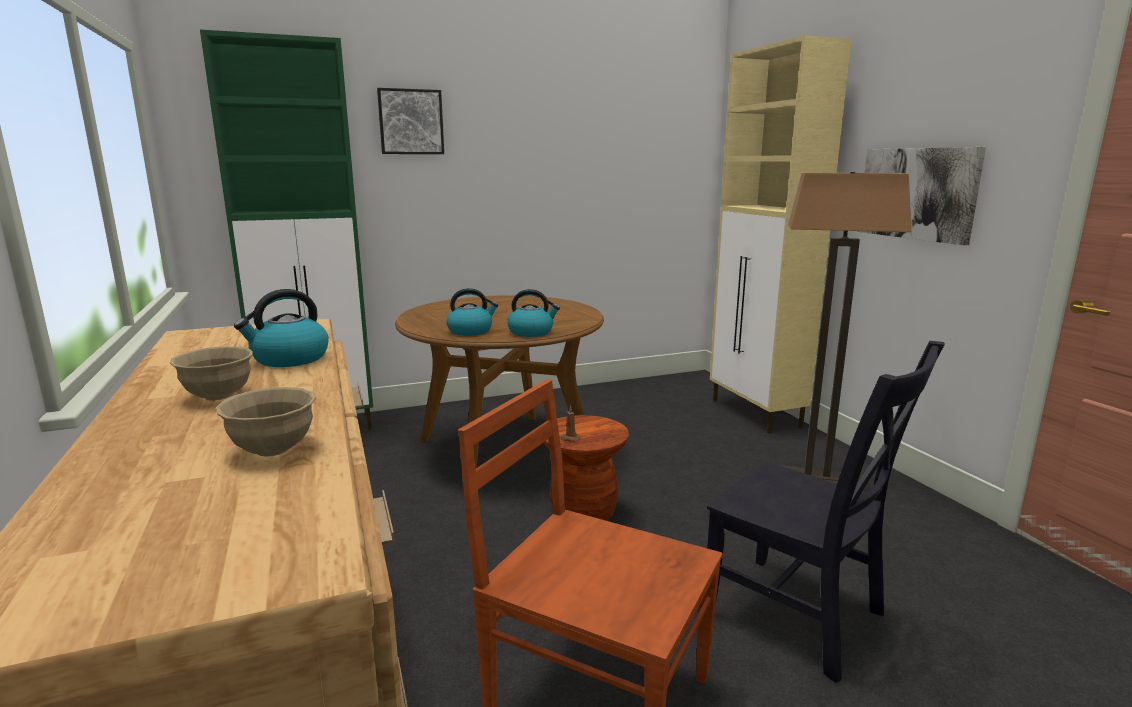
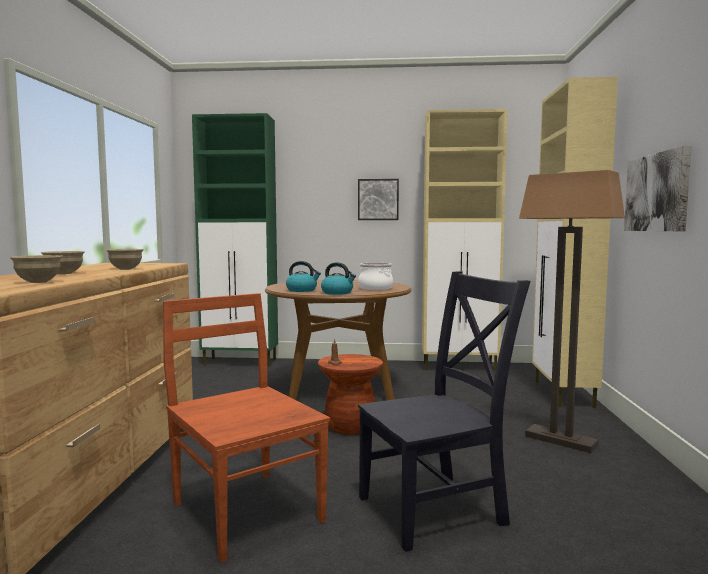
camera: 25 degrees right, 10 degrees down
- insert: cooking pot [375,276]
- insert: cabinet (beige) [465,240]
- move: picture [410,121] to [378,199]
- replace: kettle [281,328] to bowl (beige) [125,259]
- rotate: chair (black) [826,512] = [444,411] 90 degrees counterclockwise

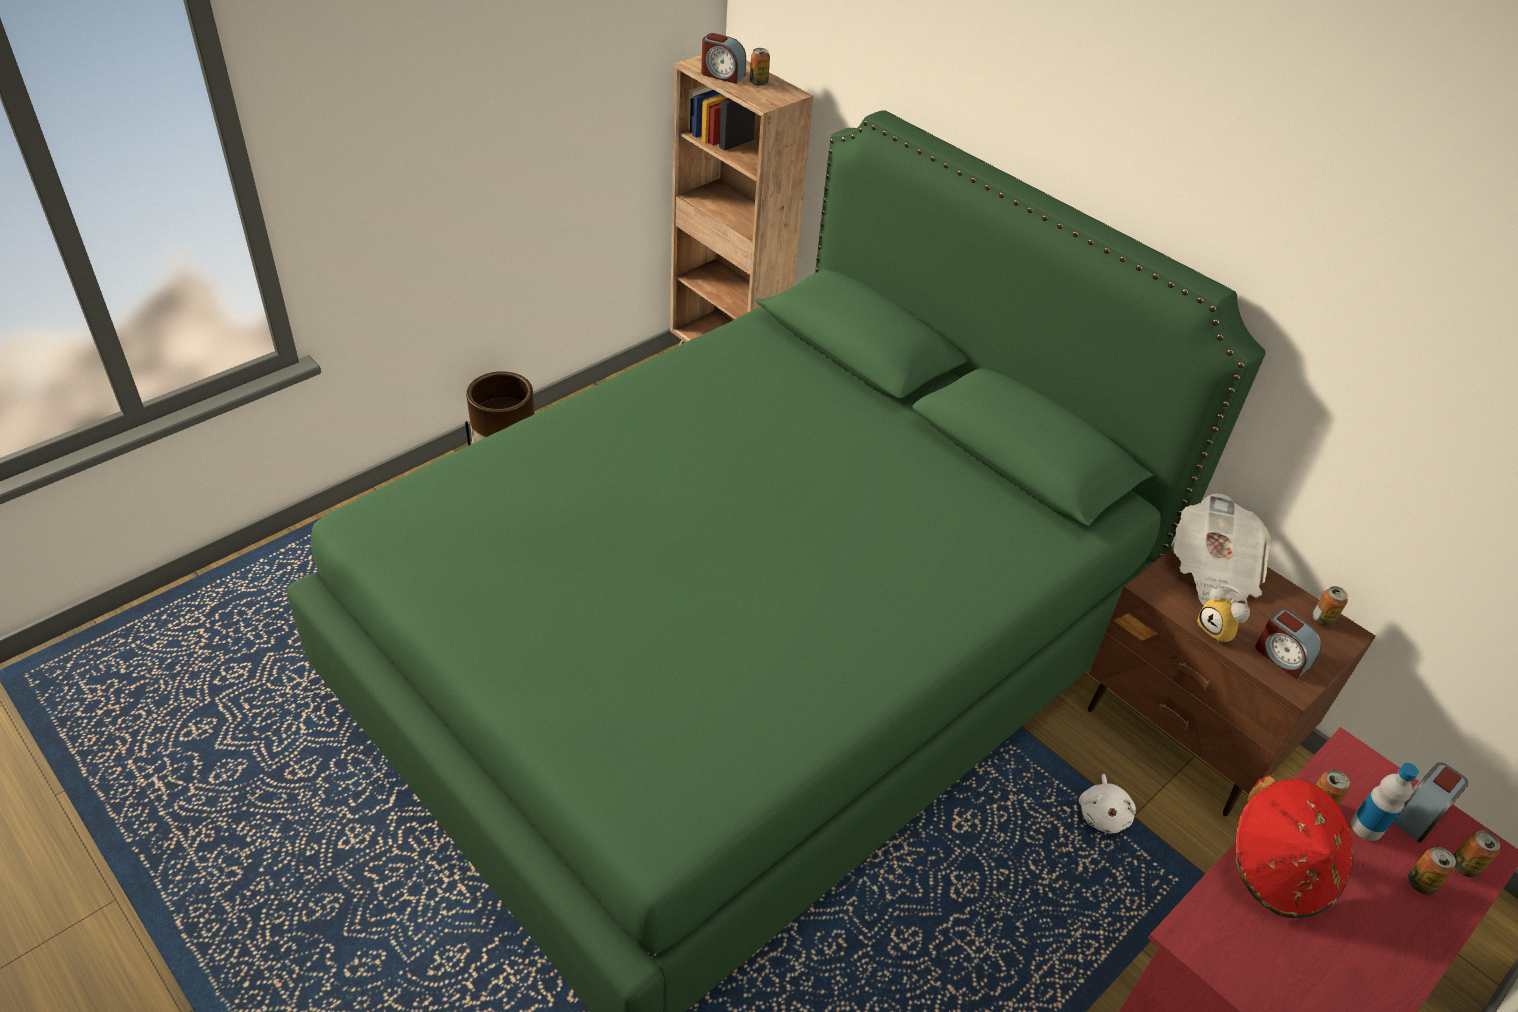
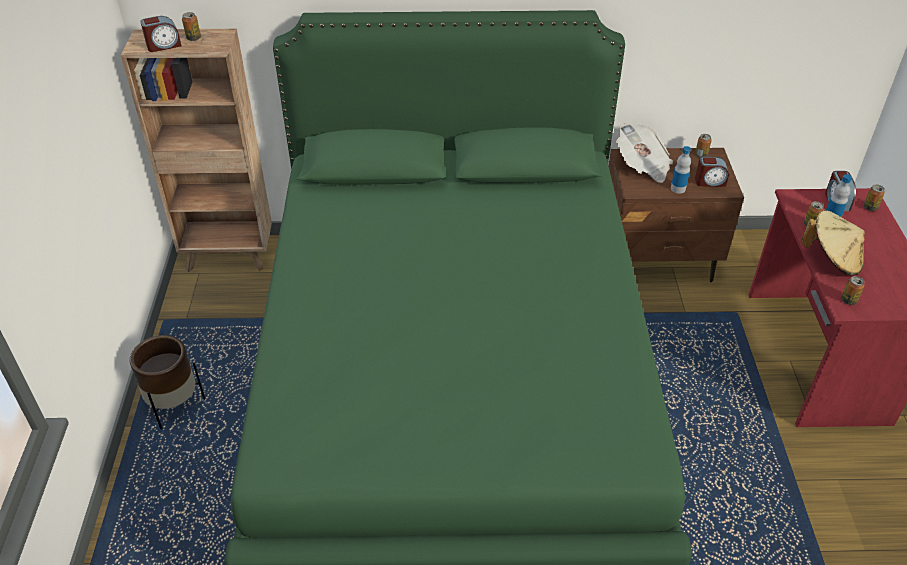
camera: 45 degrees left, 0 degrees up
- delete: plush toy (white) [1107,803]
- move: can [1432,871] to [853,290]
- replace: alarm clock [1223,614] to bottle [681,170]
- recolor: hat (red) [1294,846] to hat (beige) [833,242]

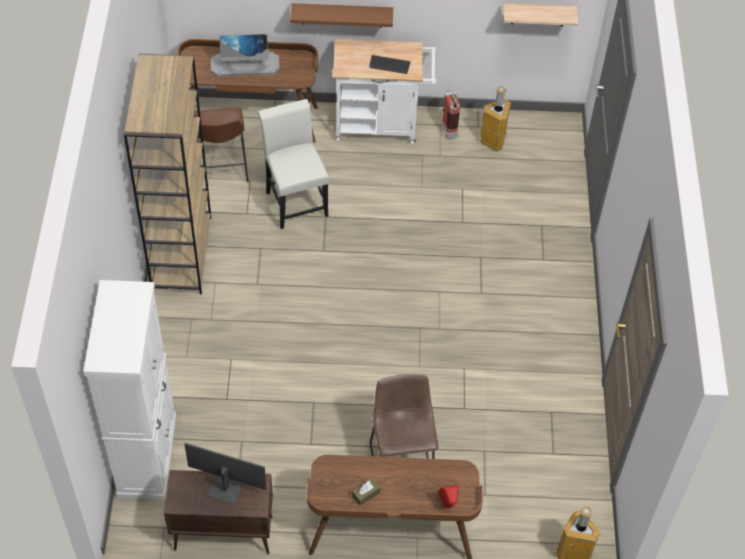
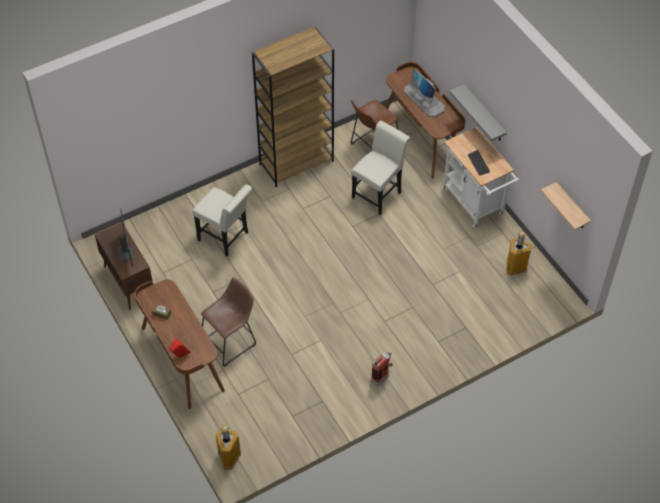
camera: 60 degrees right, 0 degrees up
- delete: cabinet (white) [129,390]
- insert: chair (white) [222,220]
- move: fire extinguisher [450,114] to [382,369]
- recolor: shelf (brown) [341,15] to shelf (grey) [478,112]

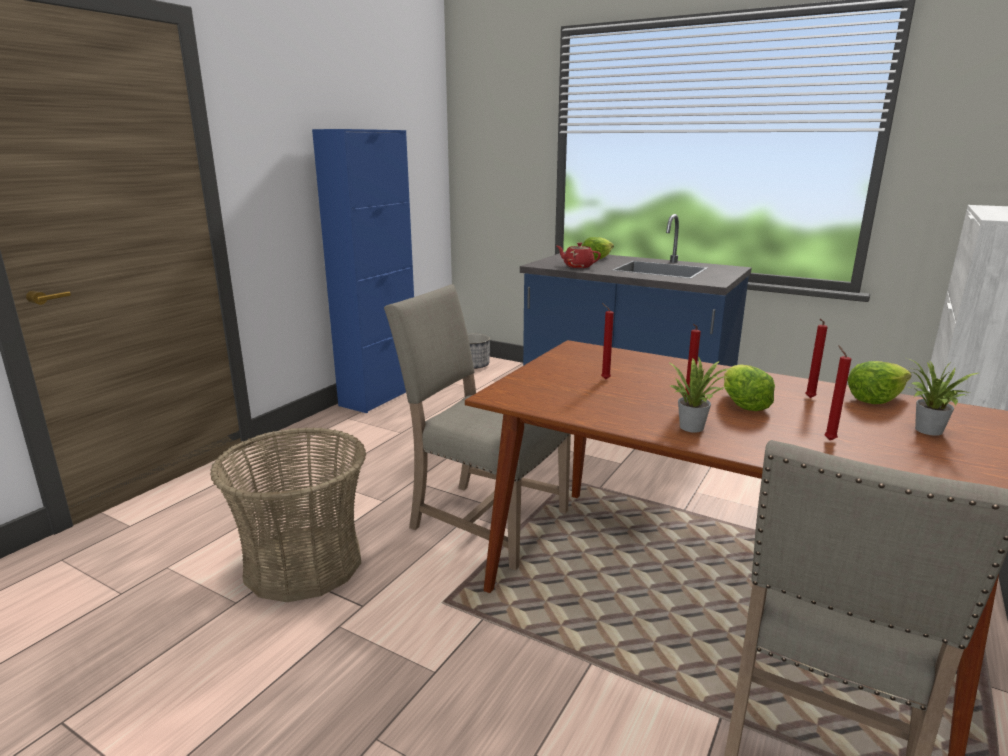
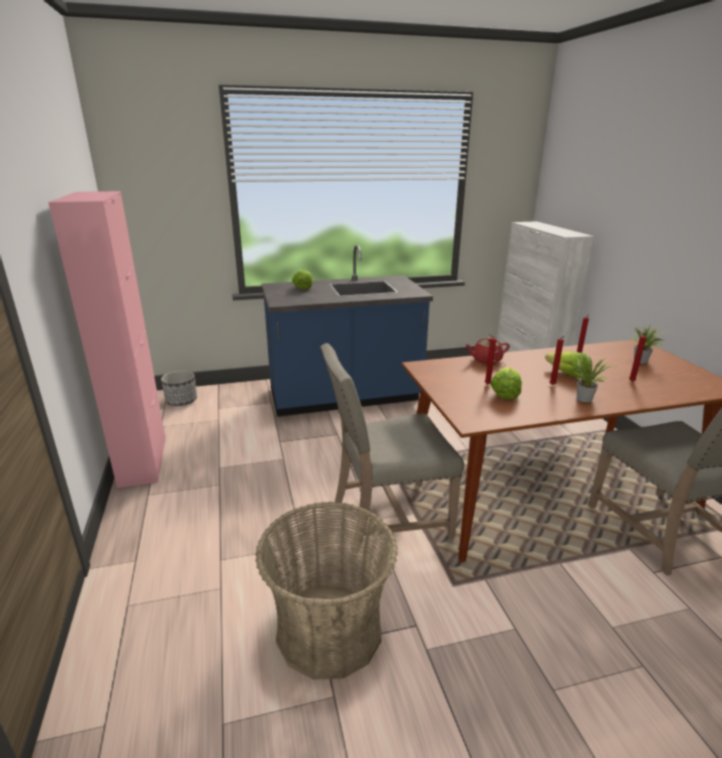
camera: 45 degrees left, 5 degrees up
- move: teapot (red) [579,255] to [487,350]
- move: lettuce [879,382] to [506,383]
- recolor: cabinet (blue) [363,271] to cabinet (pink) [107,339]

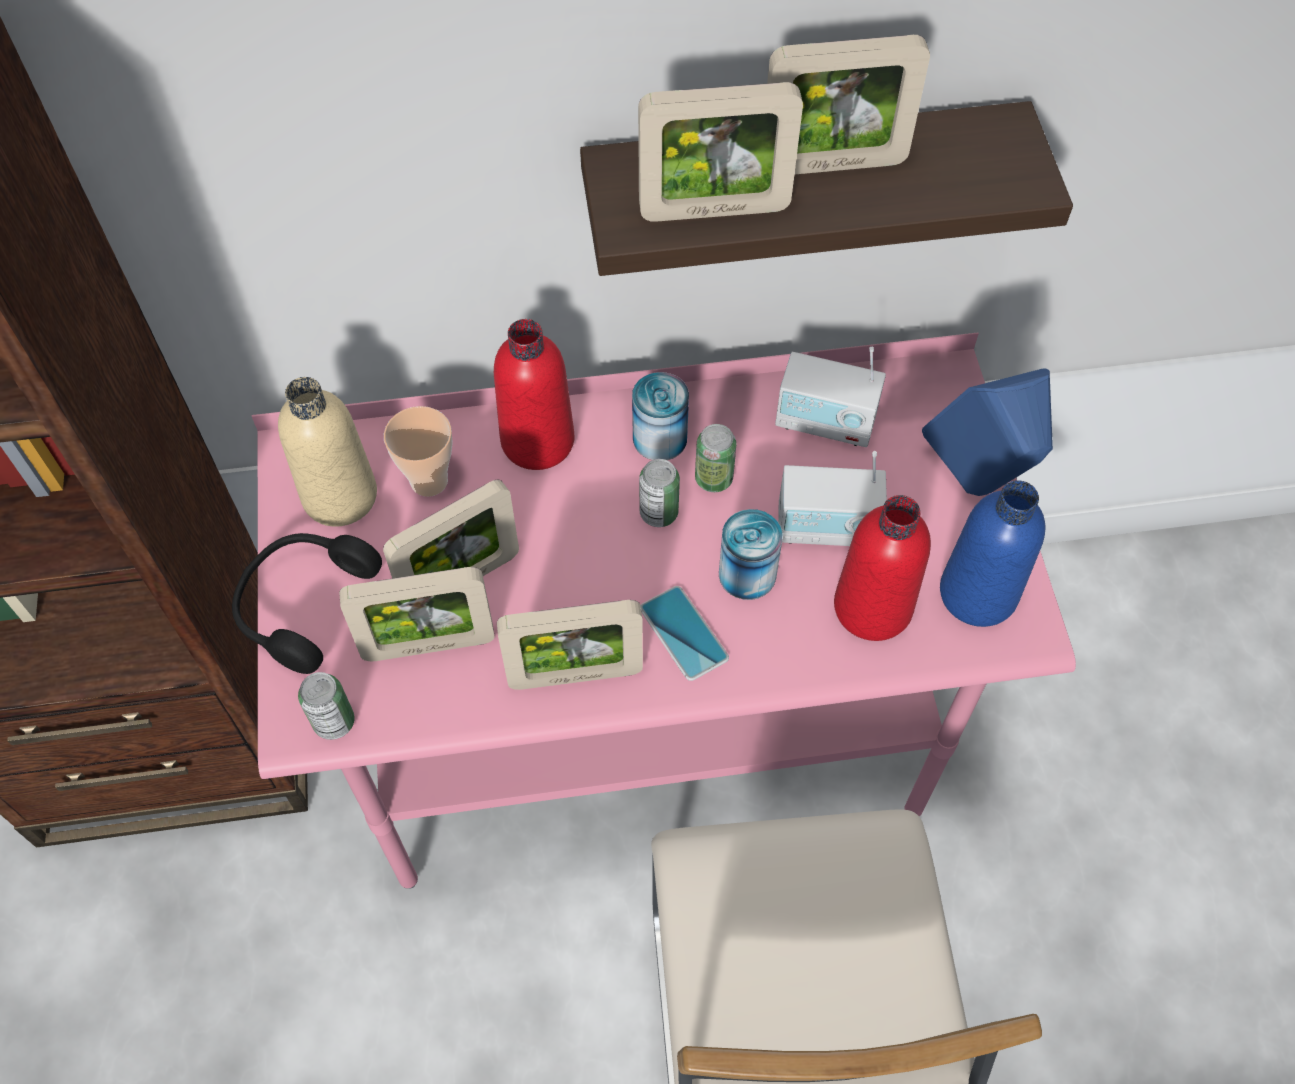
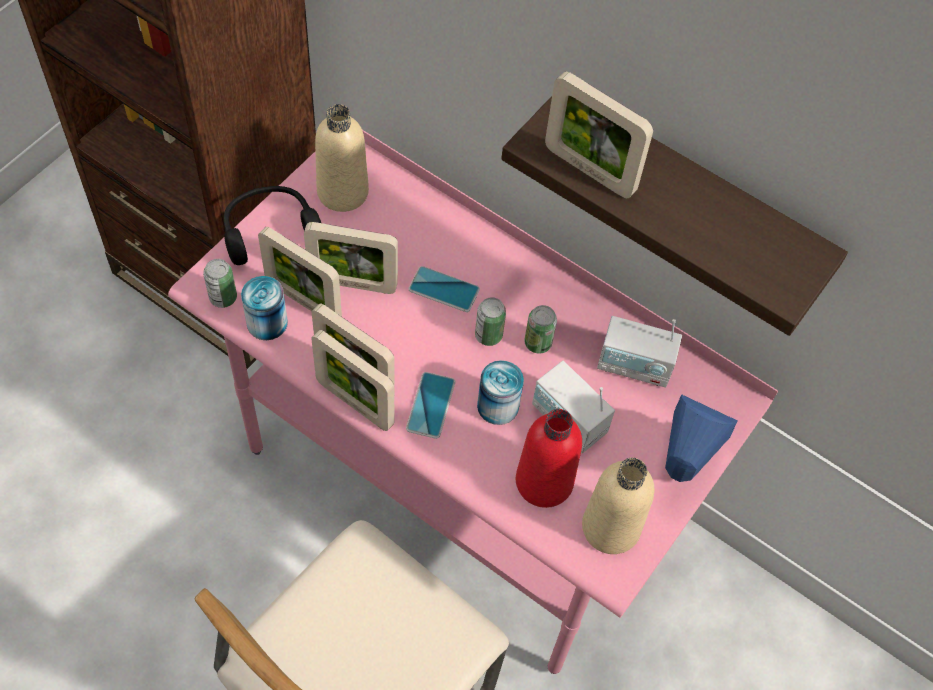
camera: 40 degrees right, 0 degrees up
- delete: cup [418,451]
- delete: bottle (red) [534,394]
- insert: phone [444,289]
- move: can [660,416] to [264,308]
- move: picture frame [848,105] to [352,380]
- recolor: bottle (blue) [992,553] to bottle (beige) [618,506]
- rotate: radio [830,397] = [639,351] 45 degrees counterclockwise

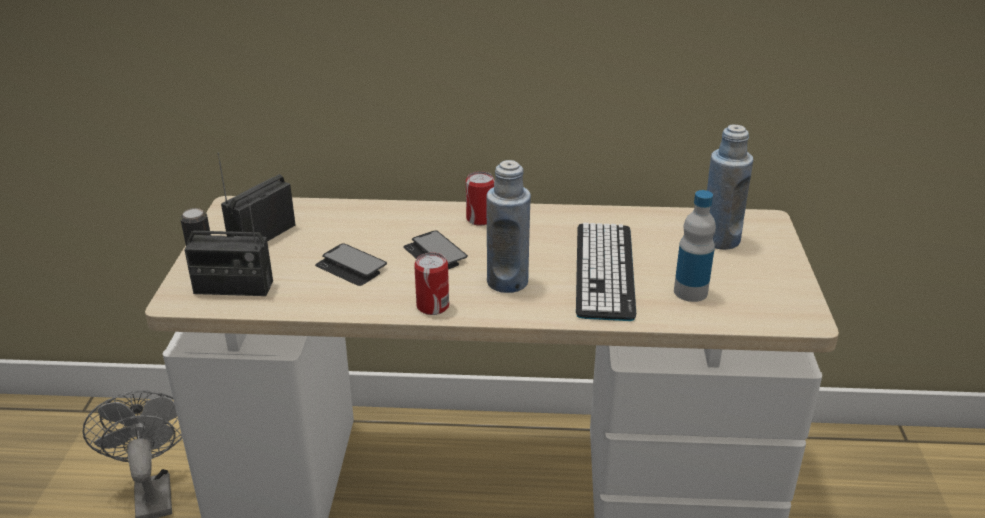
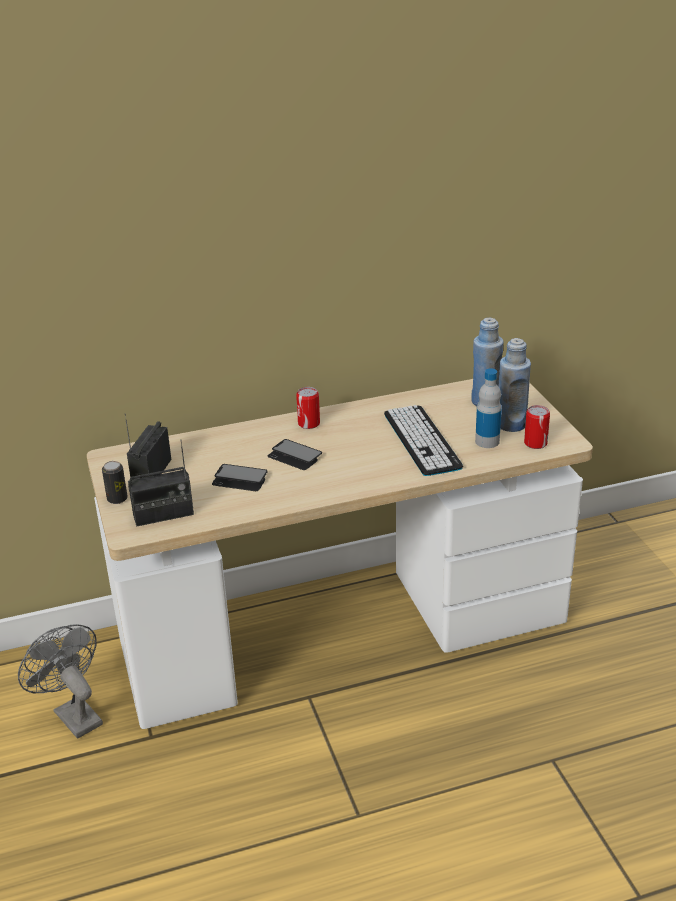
camera: 20 degrees left, 0 degrees up
- move: can [431,284] to [537,427]
- move: bottle (blue) [508,226] to [515,385]

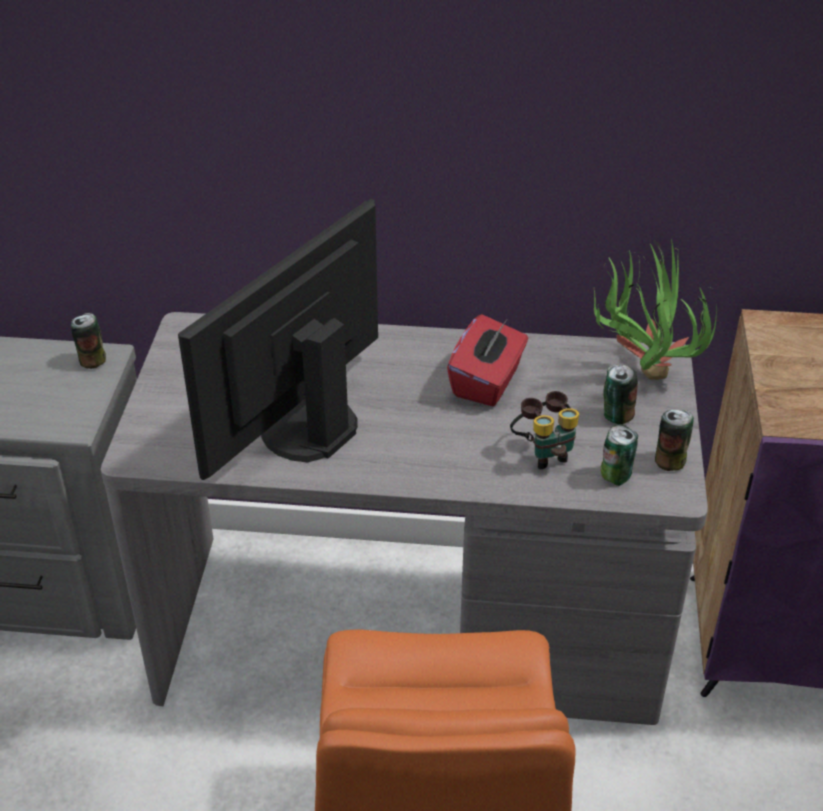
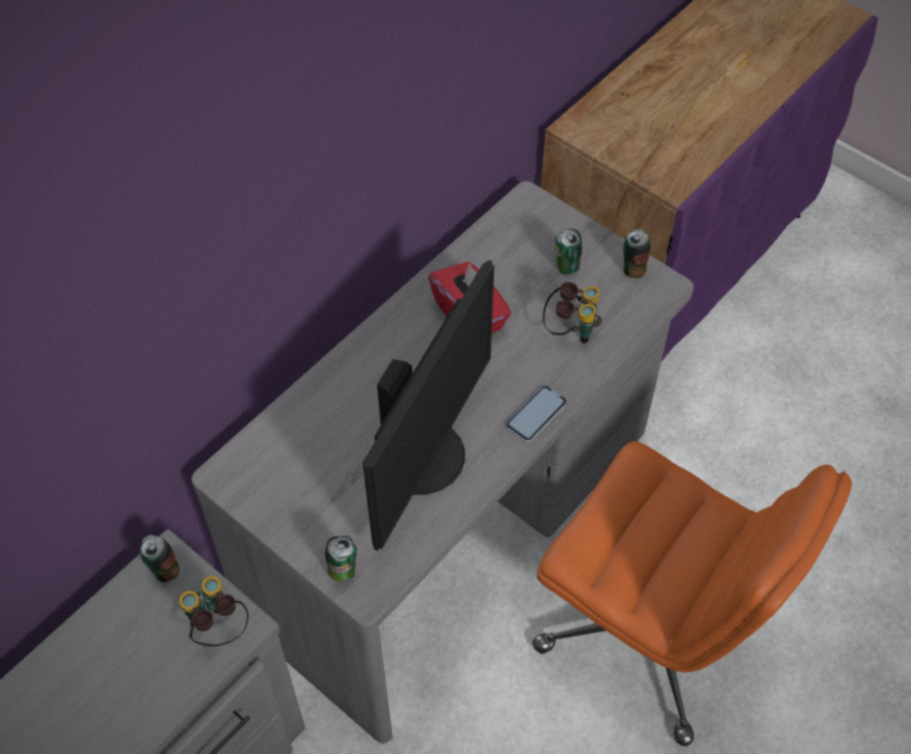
camera: 55 degrees left, 15 degrees up
- delete: potted plant [655,309]
- insert: binoculars [214,611]
- insert: phone [536,413]
- move: can [619,455] to [341,559]
- rotate: monitor [278,339] = [428,405] 135 degrees counterclockwise

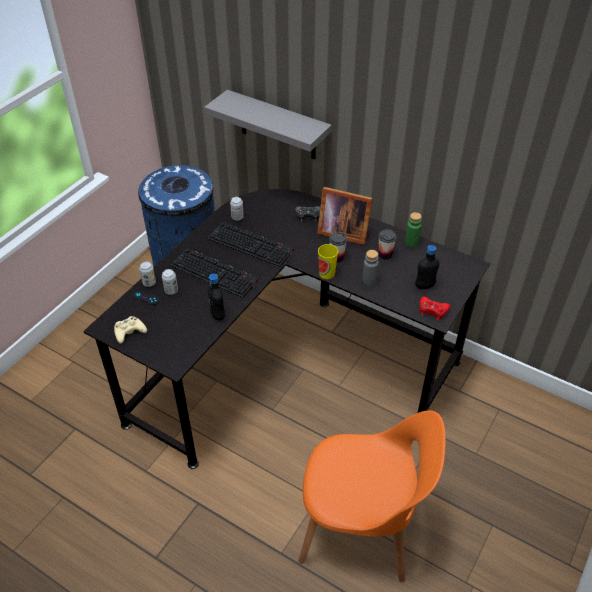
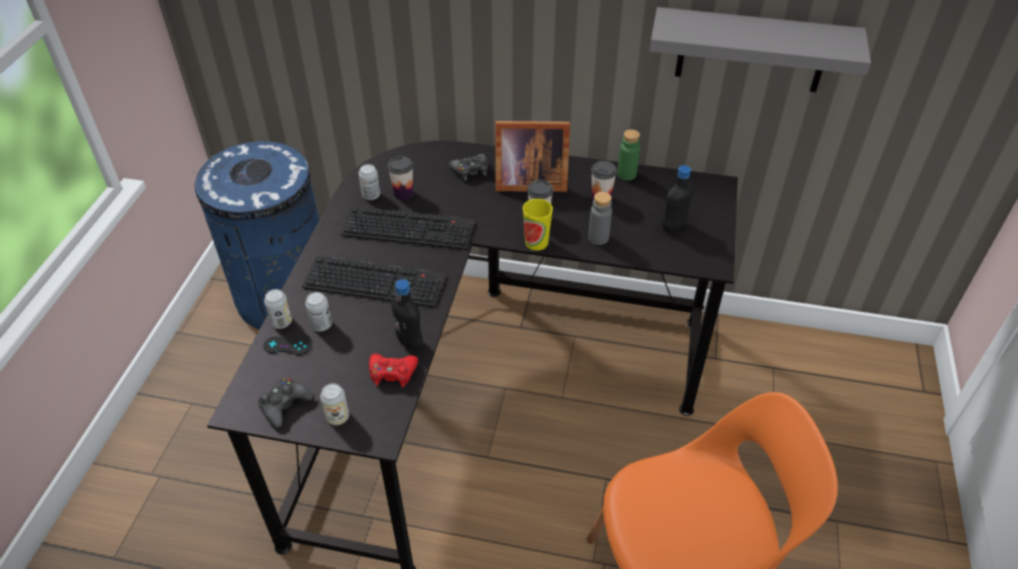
camera: 20 degrees left, 0 degrees up
- insert: can [334,404]
- insert: cup [400,178]
- move: shelf (grey) [268,125] to [760,49]
- move: game controller (red) [435,308] to [393,370]
- recolor: game controller (beige) [130,330] to game controller (black) [285,403]

